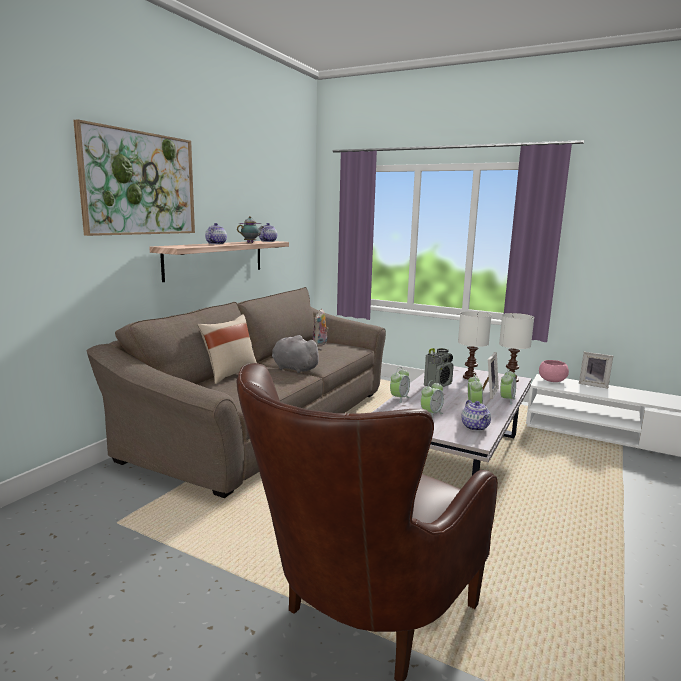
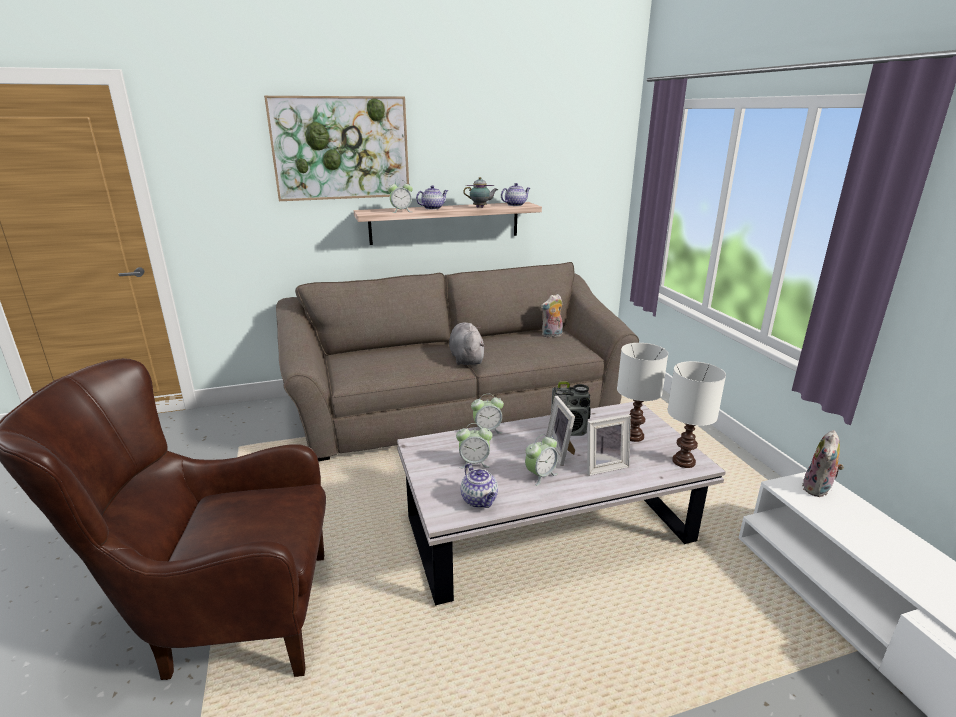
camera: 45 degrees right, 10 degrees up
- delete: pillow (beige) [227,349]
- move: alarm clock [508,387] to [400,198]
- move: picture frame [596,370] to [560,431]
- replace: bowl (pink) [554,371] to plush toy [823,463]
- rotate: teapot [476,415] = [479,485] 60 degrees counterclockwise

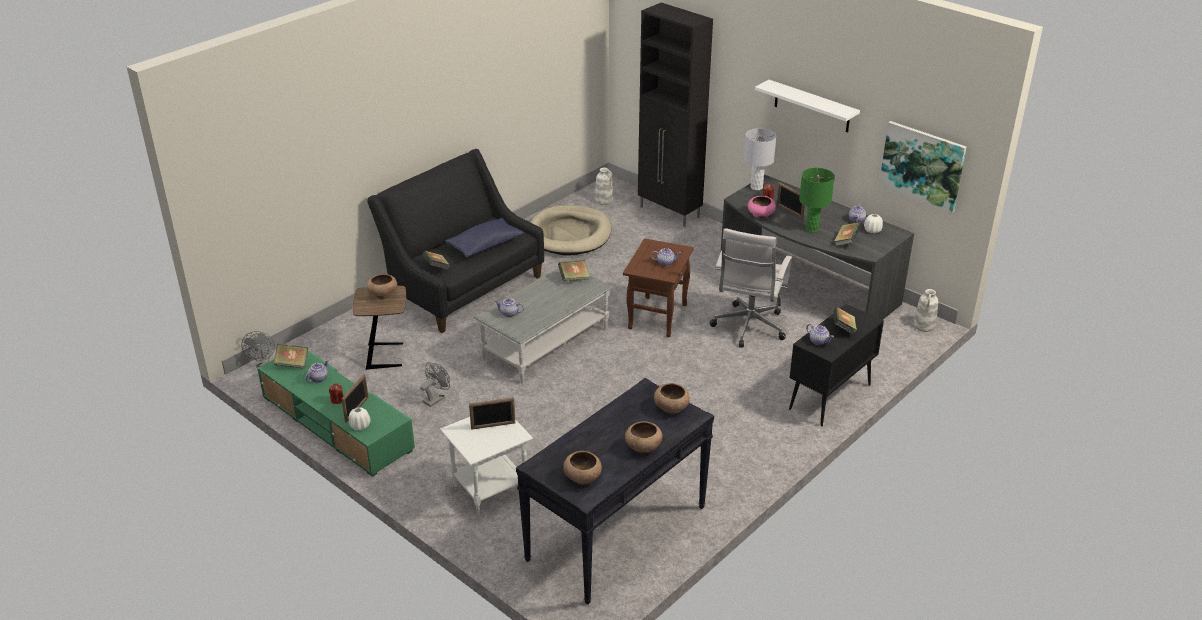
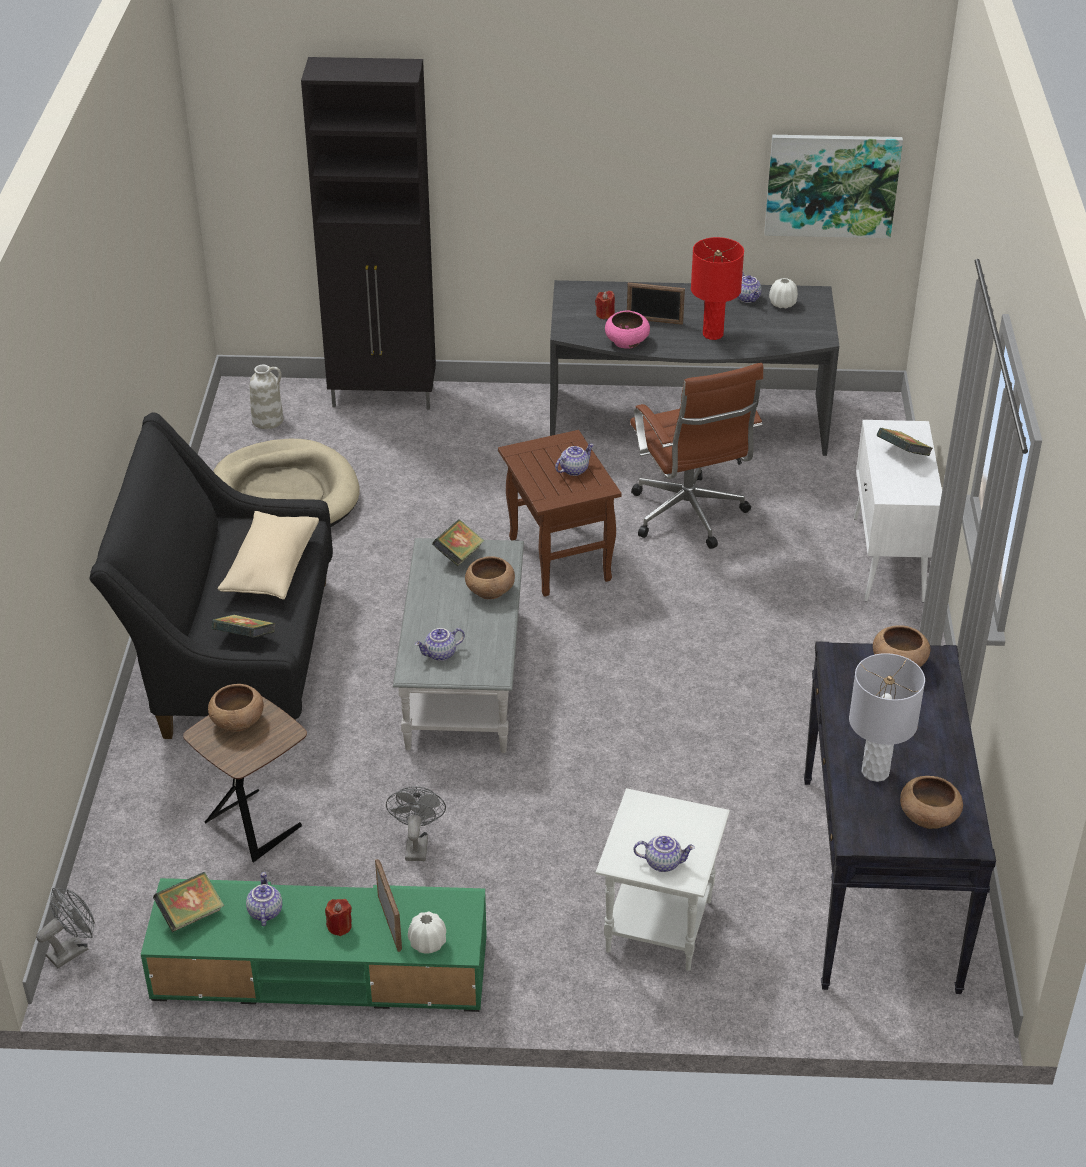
camera: 40 degrees left, 5 degrees up
- delete: picture frame [492,413]
- delete: shelf (white) [807,106]
- delete: book [848,234]
- delete: vase (white) [926,310]
- move: bowl (brown) [644,437] to [490,577]
- move: table lamp (grey) [760,159] to [887,717]
- move: teapot [820,334] to [664,853]
- recolor: pillow (blue) [484,238] to pillow (beige) [268,555]
- recolor: office chair (white) [751,288] to office chair (brown) [696,456]
- recolor: cabinet (black) [836,365] to cabinet (white) [898,511]
- recolor: table lamp (green) [817,200] to table lamp (red) [717,288]
- rotate: fan (grey) [258,349] = [65,928] 90 degrees counterclockwise

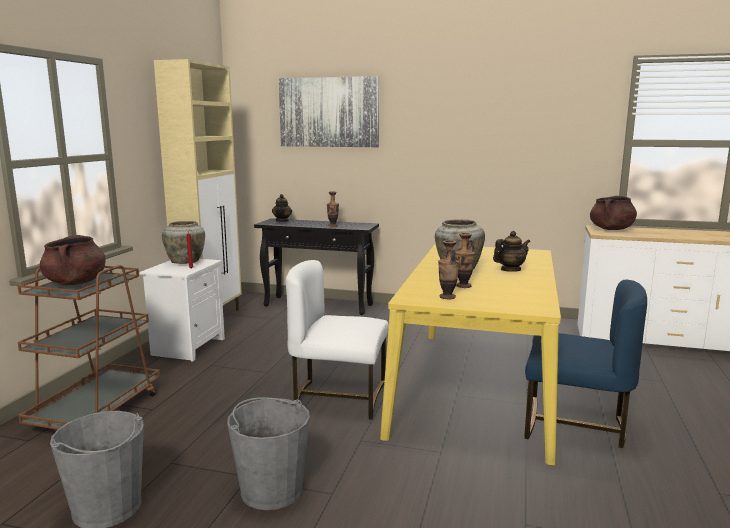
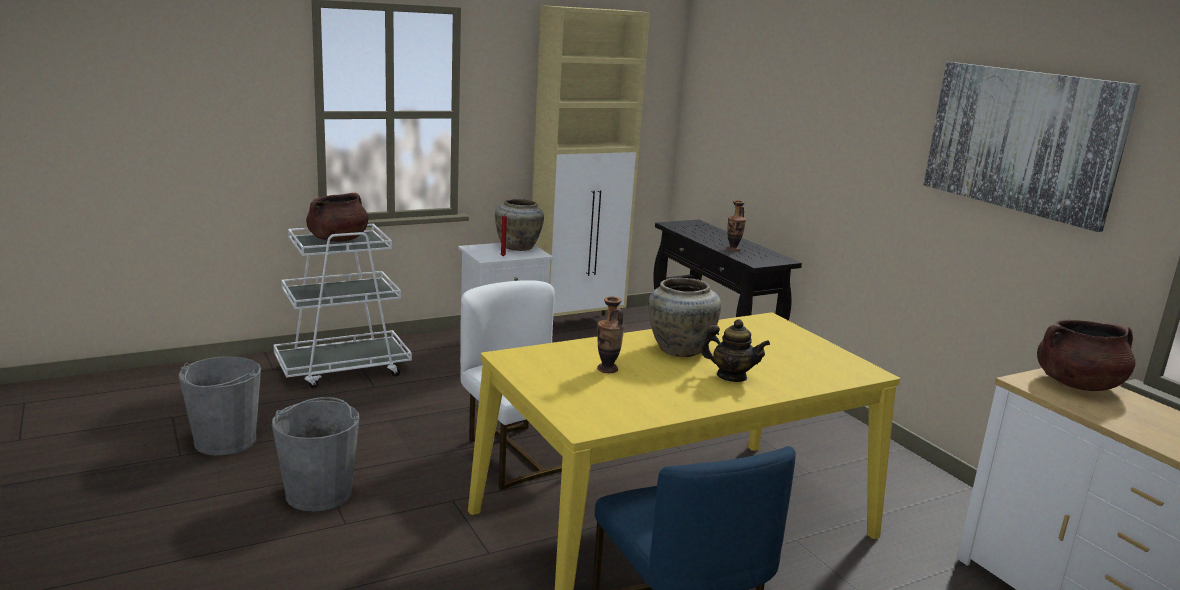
camera: 45 degrees right, 5 degrees up
- delete: teapot [282,208]
- delete: vase [448,269]
- move: picture [329,111] to [1031,147]
- recolor: cart (brown) [88,347] to cart (white) [342,306]

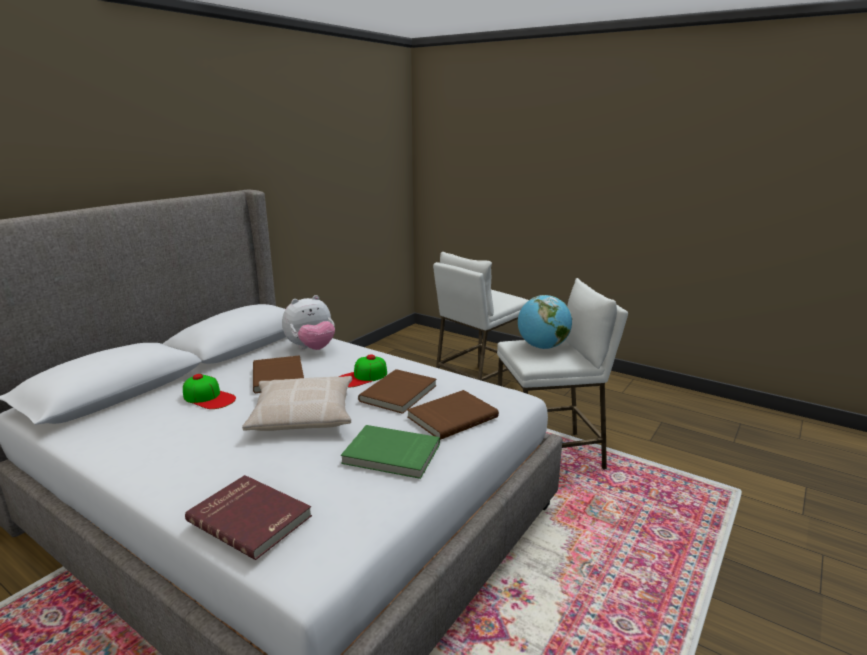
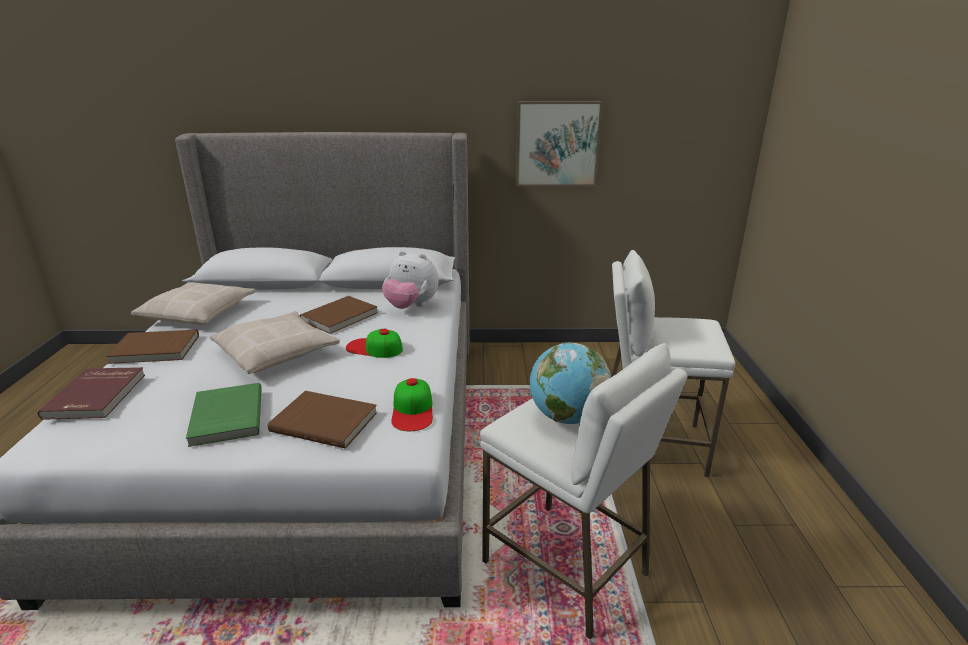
camera: 55 degrees right, 5 degrees up
- insert: pillow (beige) [193,303]
- insert: picture [559,143]
- move: cap [209,391] to [412,404]
- move: book (brown) [397,391] to [152,347]

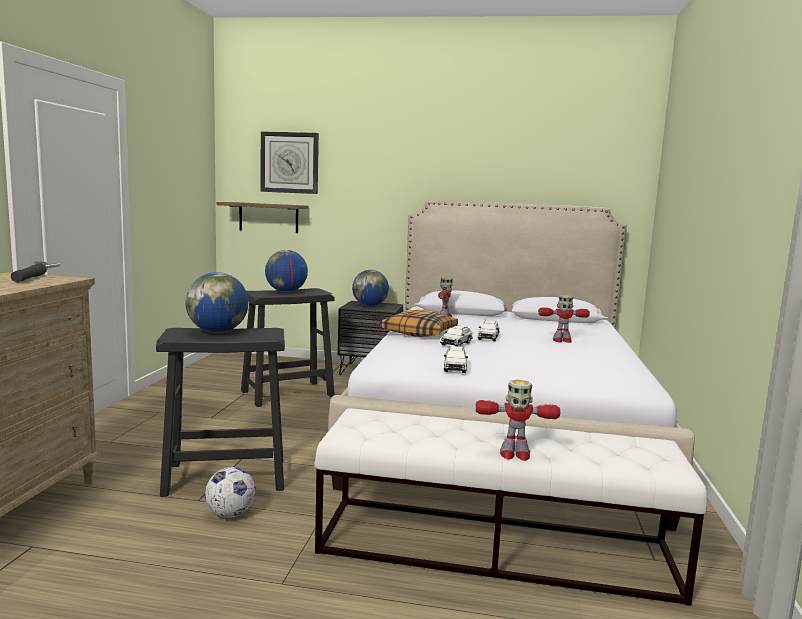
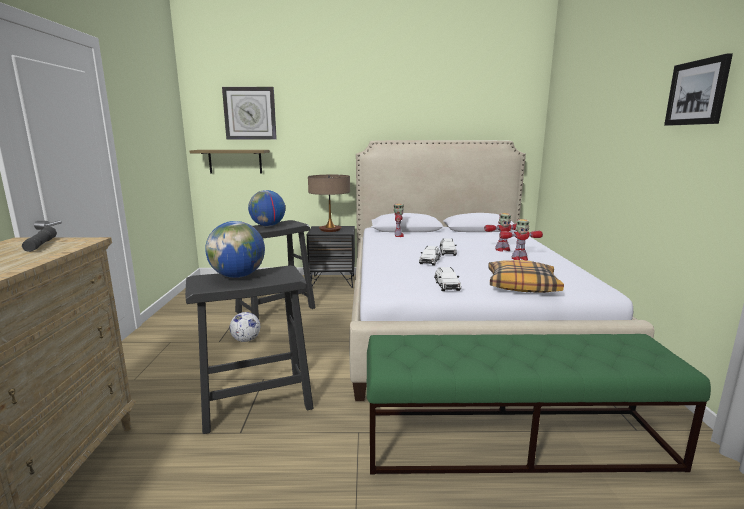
camera: 10 degrees left, 5 degrees up
- insert: picture [698,89]
- move: football [230,492] to [244,327]
- move: pillow [419,323] to [526,276]
- move: toy robot [517,420] to [521,239]
- replace: globe [370,288] to table lamp [329,203]
- recolor: bench (white) [511,507] to bench (green) [539,404]

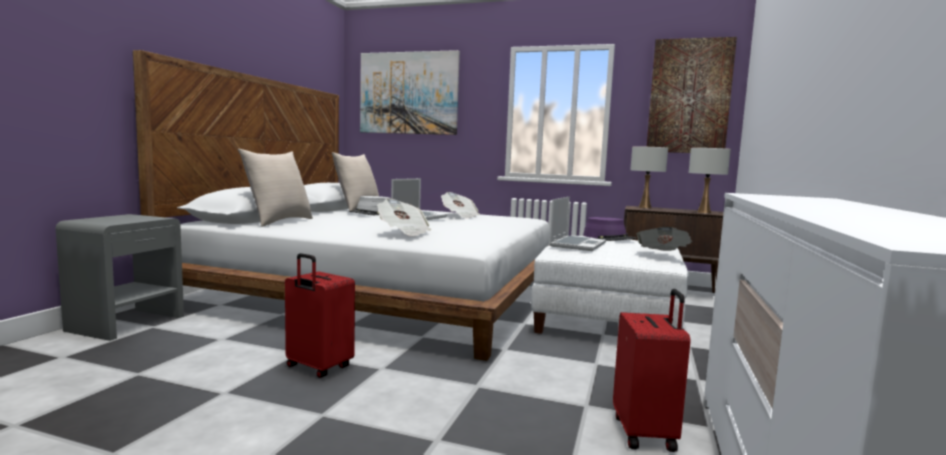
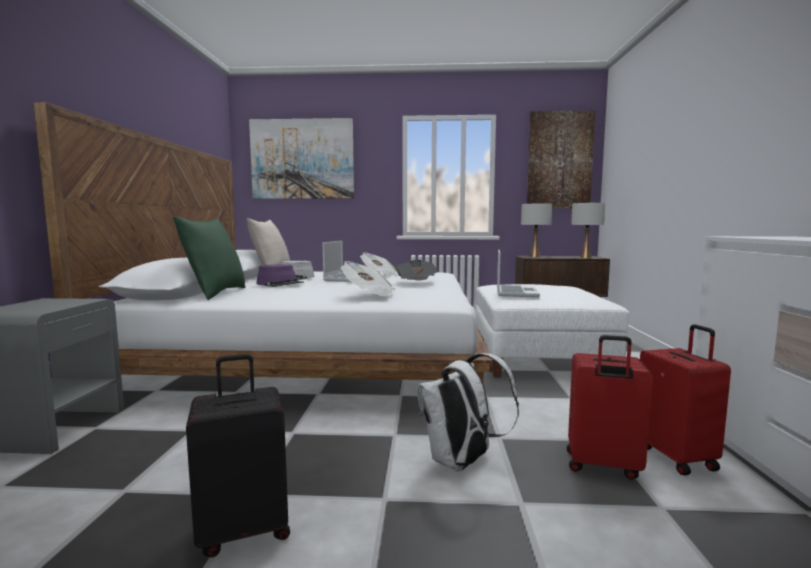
camera: 15 degrees left, 0 degrees up
- insert: suitcase (black) [238,455]
- insert: backpack (white) [468,412]
- move: suitcase (red) [320,315] to [610,407]
- move: hat (purple) [609,229] to [280,275]
- move: newspaper [664,239] to [416,270]
- recolor: pillow (beige) [275,188] to pillow (green) [209,258]

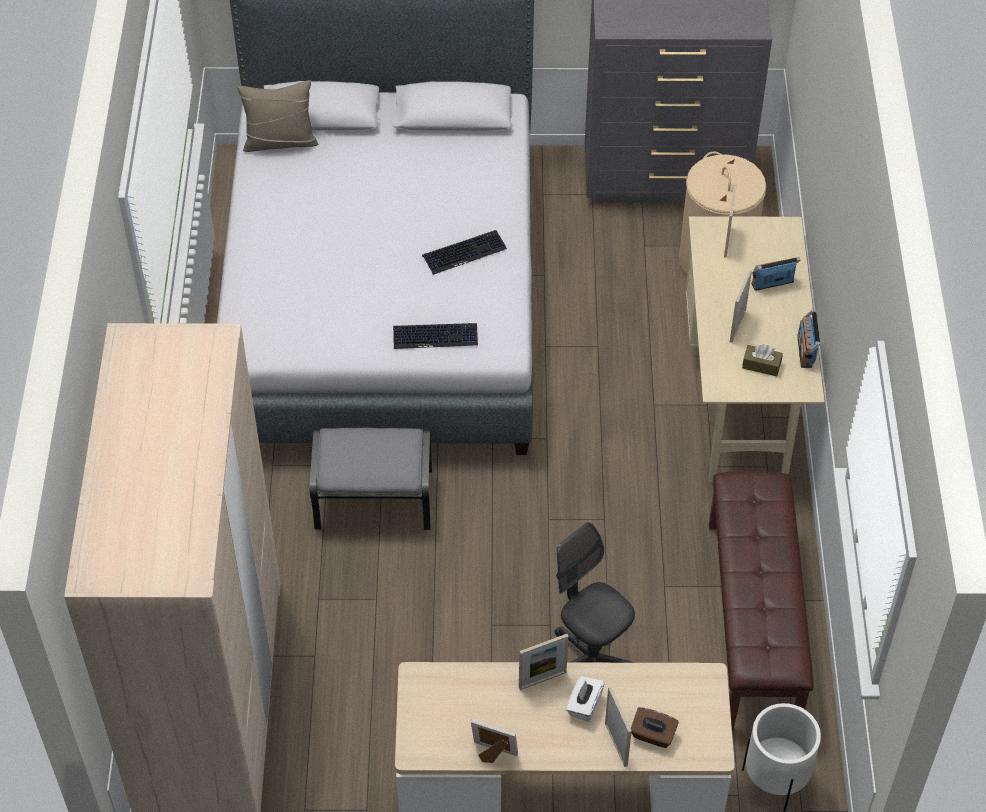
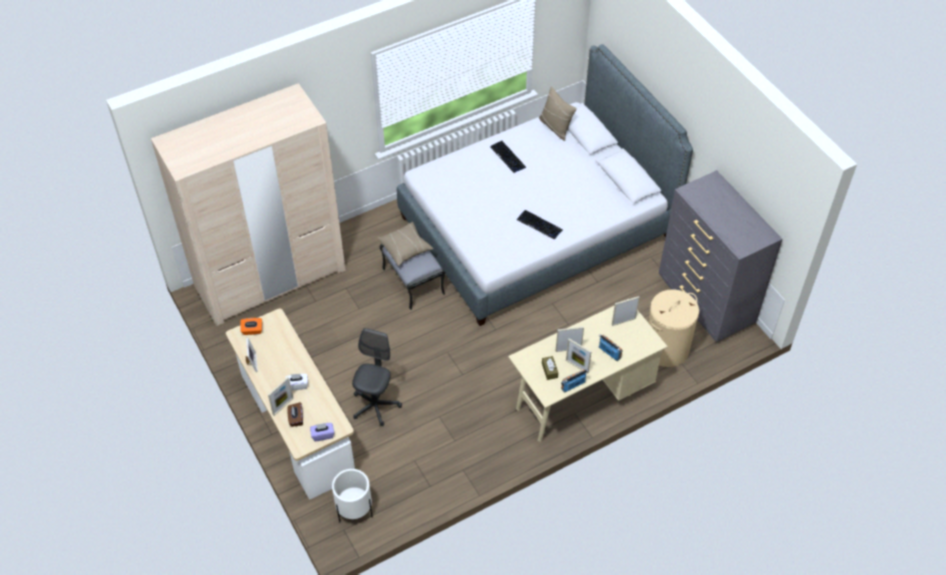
camera: 60 degrees right, 0 degrees up
- delete: bench (brown) [761,601]
- insert: tissue box (orange) [251,326]
- insert: tissue box (purple) [322,432]
- insert: pillow (beige) [405,244]
- move: keyboard [435,336] to [508,157]
- move: picture frame [543,662] to [578,356]

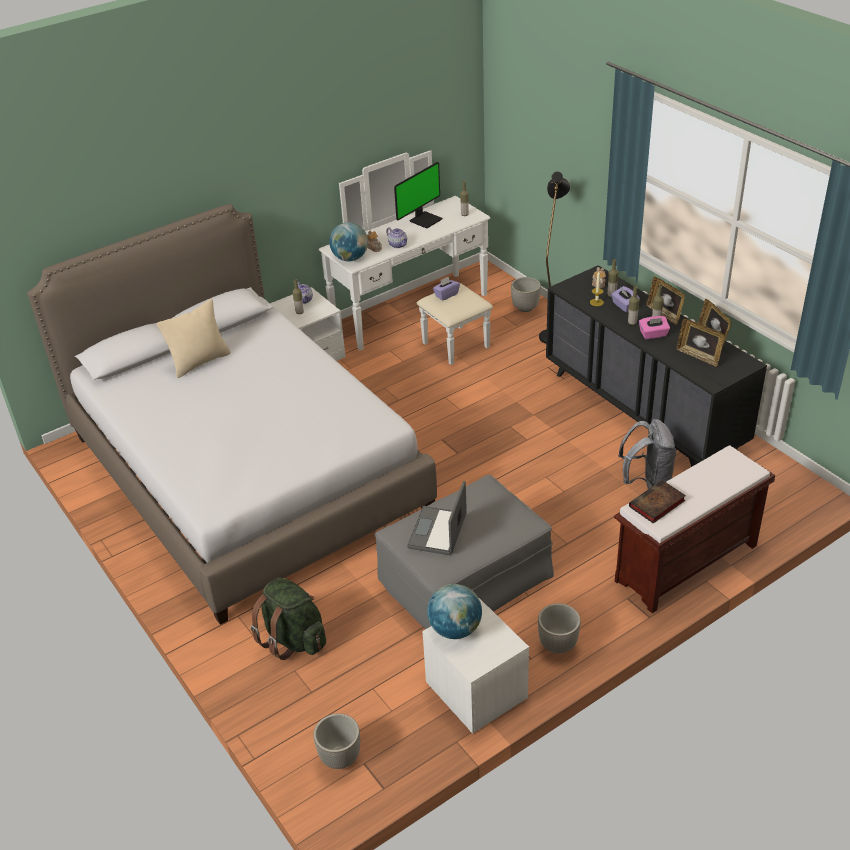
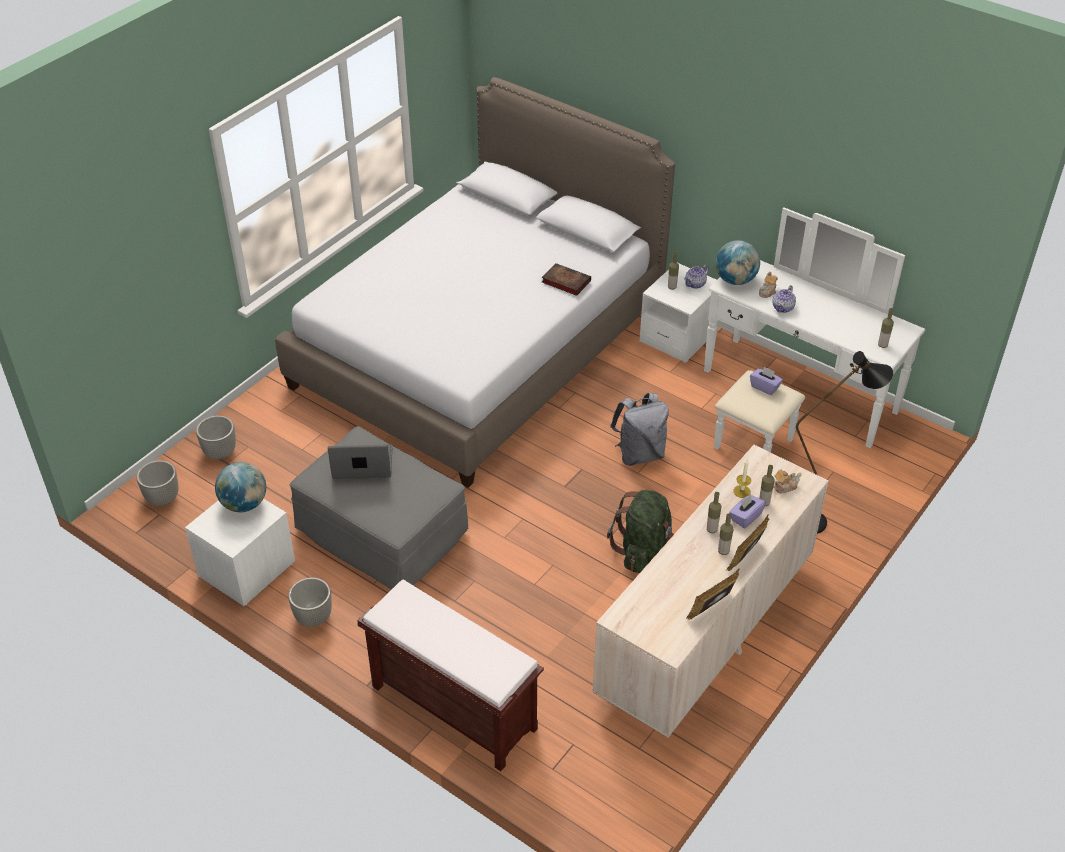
camera: 70 degrees right, 5 degrees up
- delete: pillow (beige) [193,338]
- delete: monitor [418,195]
- delete: tissue box (pink) [654,327]
- delete: picture frame [700,343]
- move: backpack (green) [288,618] to [640,531]
- move: planter [526,294] to [216,437]
- move: backpack (grey) [647,454] to [639,429]
- move: book [657,502] to [566,279]
- recolor: dresser (black) [656,366] to dresser (beige) [711,591]

